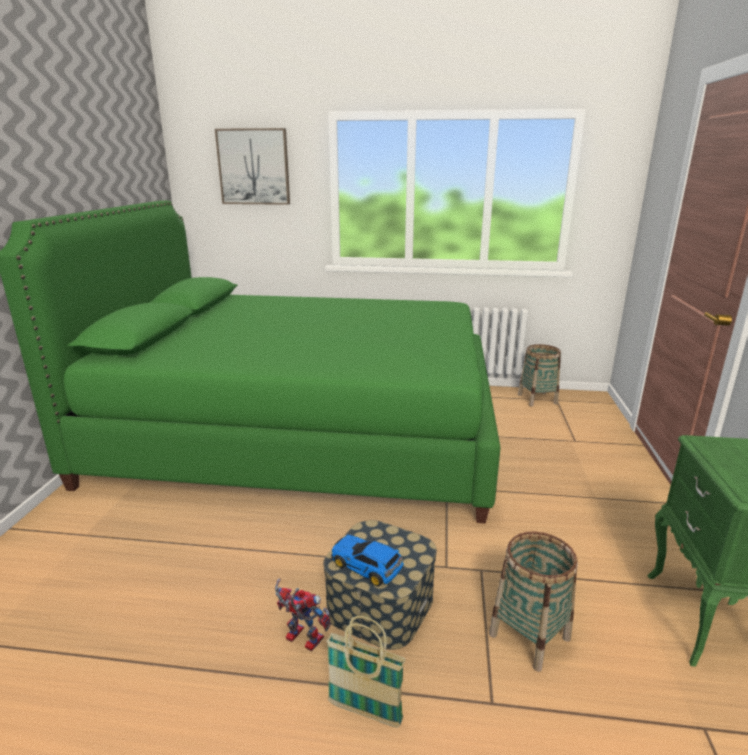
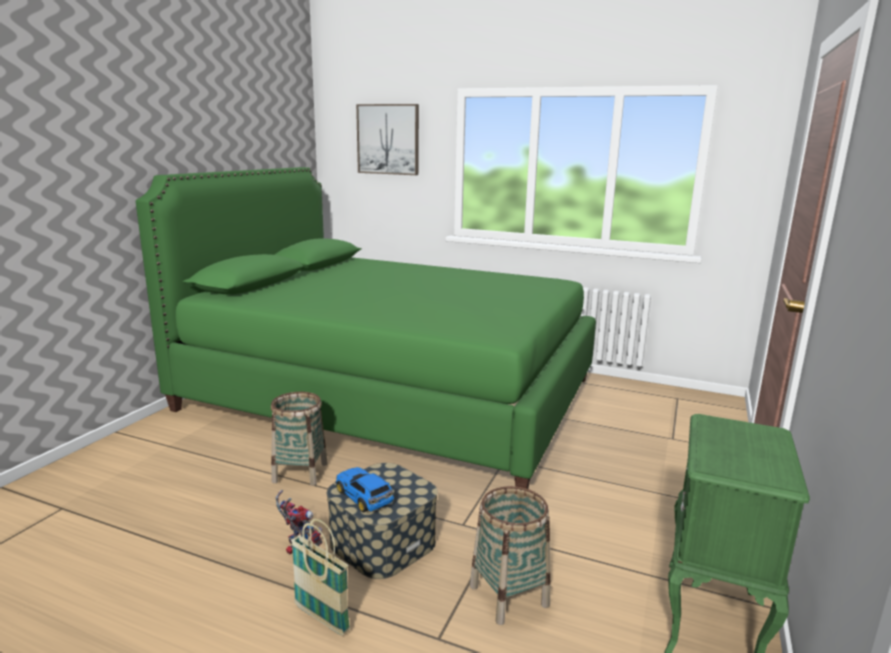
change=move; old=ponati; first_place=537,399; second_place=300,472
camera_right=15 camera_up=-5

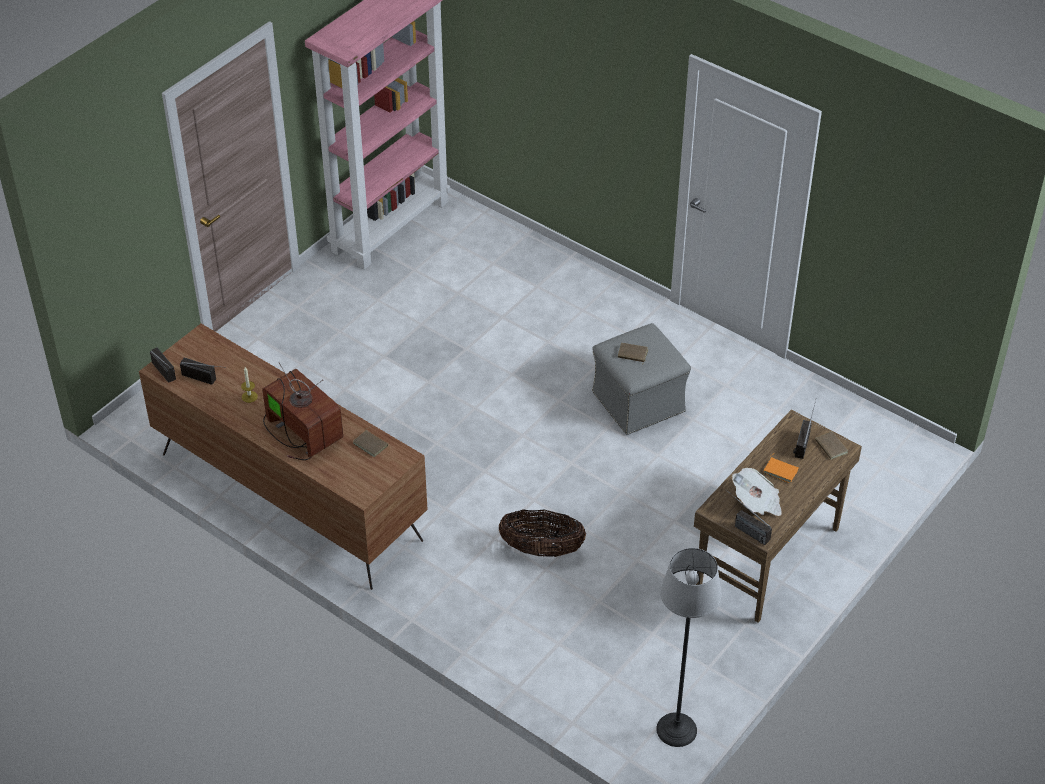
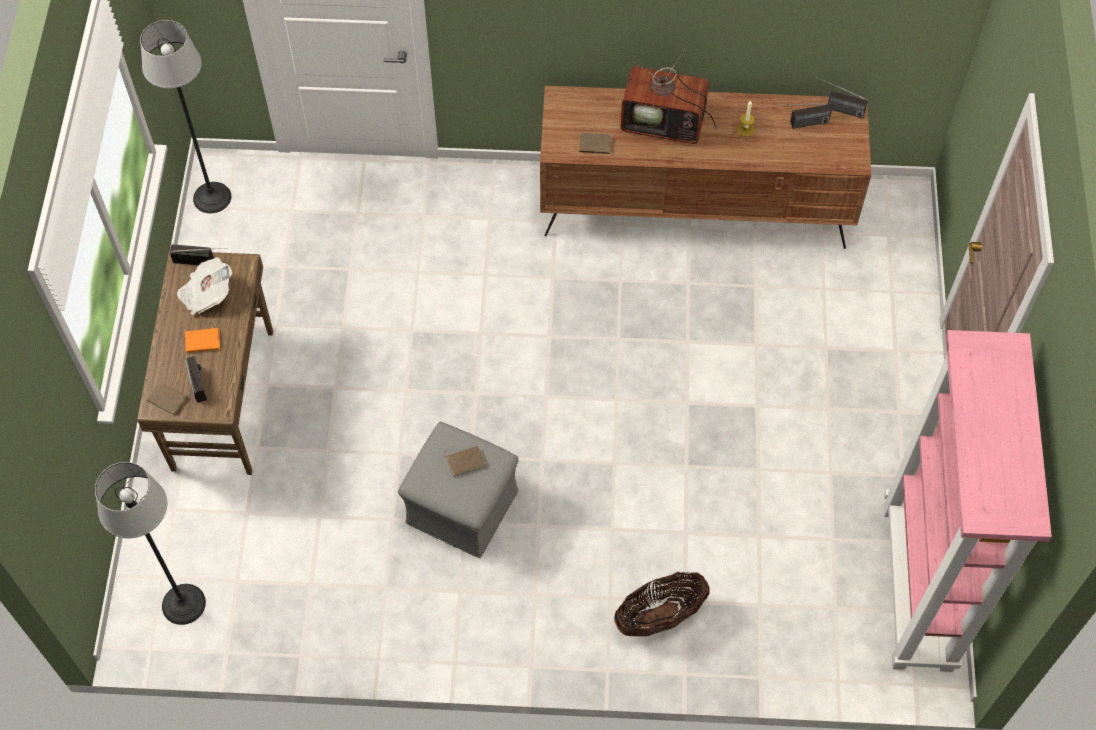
change=insert; new=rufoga; second_place=184,604
change=move; old=ponati; first_place=542,549; second_place=659,616
camera_right=145 camera_up=15

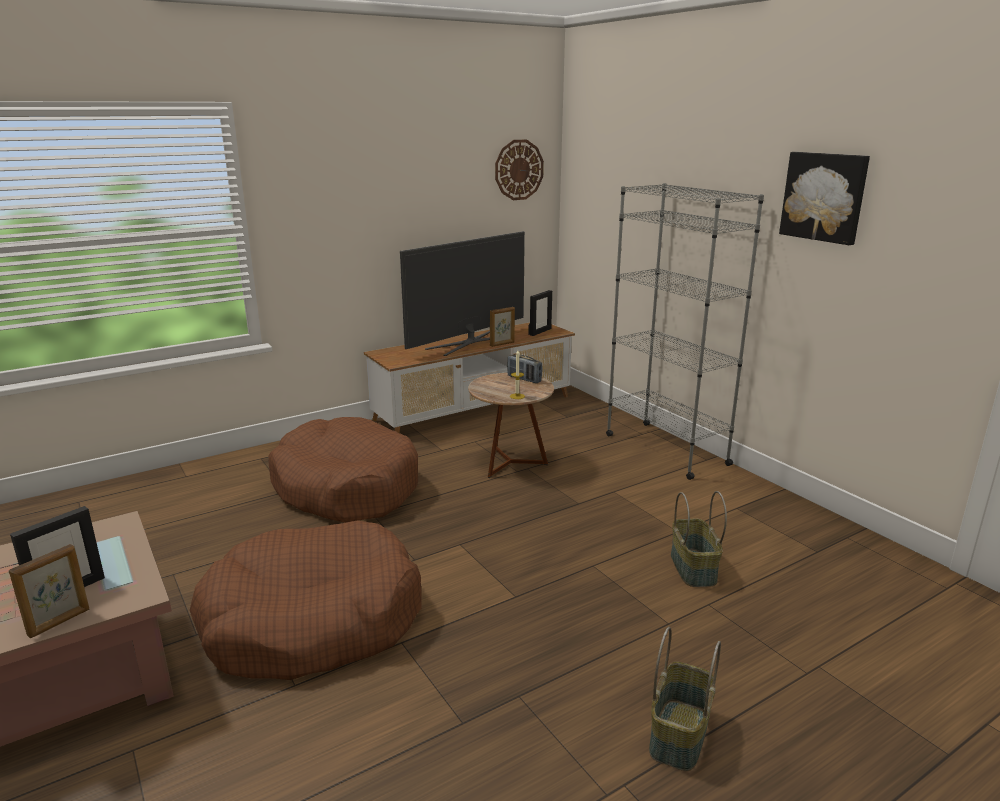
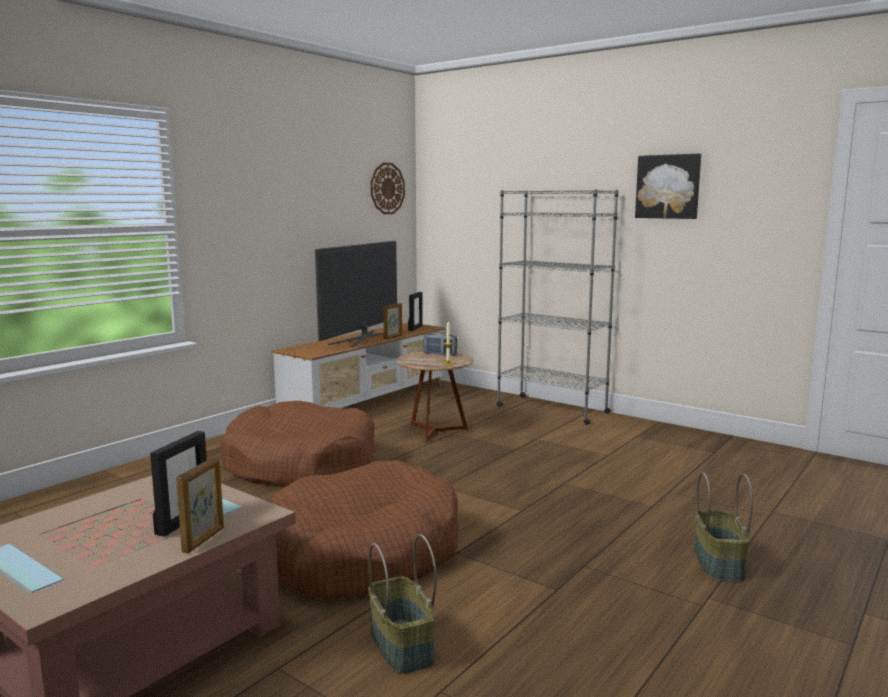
change=move; old=ponati; first_place=692,568; second_place=400,646
camera_right=-20 camera_up=-10

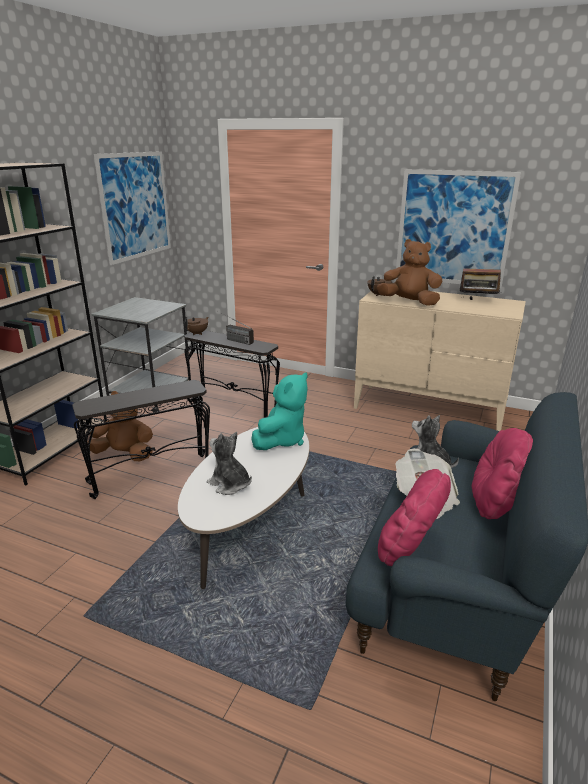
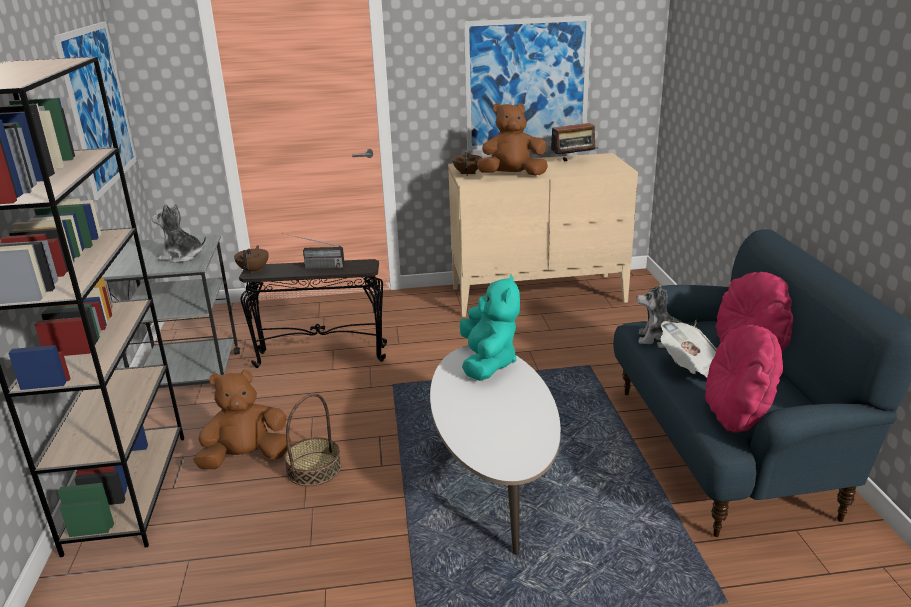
change=move; old=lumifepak; first_place=229,484; second_place=182,256
change=replace; old=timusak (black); new=ponati; first_place=151,476; second_place=314,468
camera_right=-30 camera_up=0

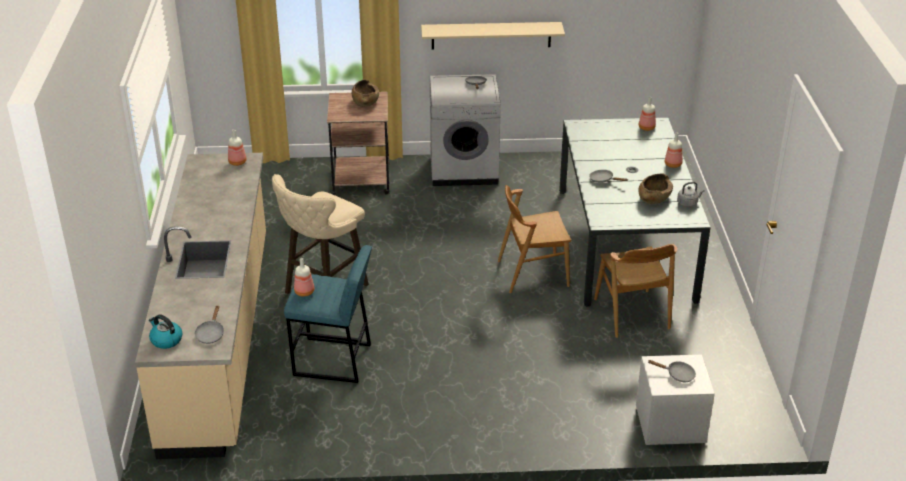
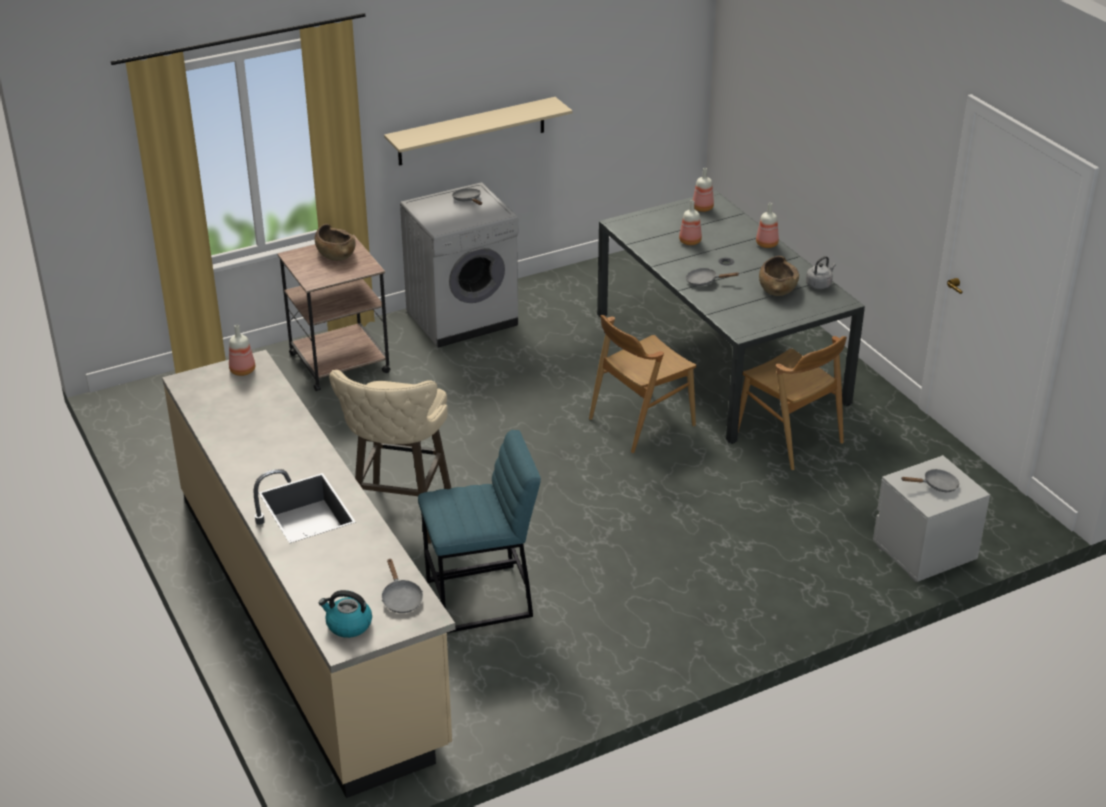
change=move; old=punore; first_place=304,291; second_place=689,241
camera_right=-25 camera_up=0

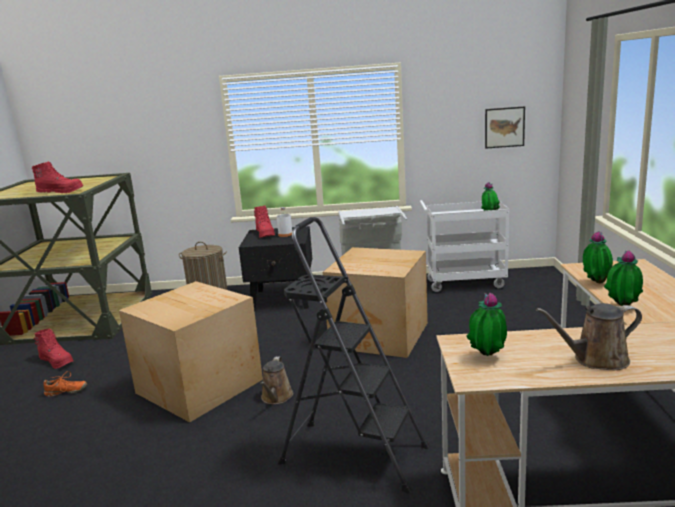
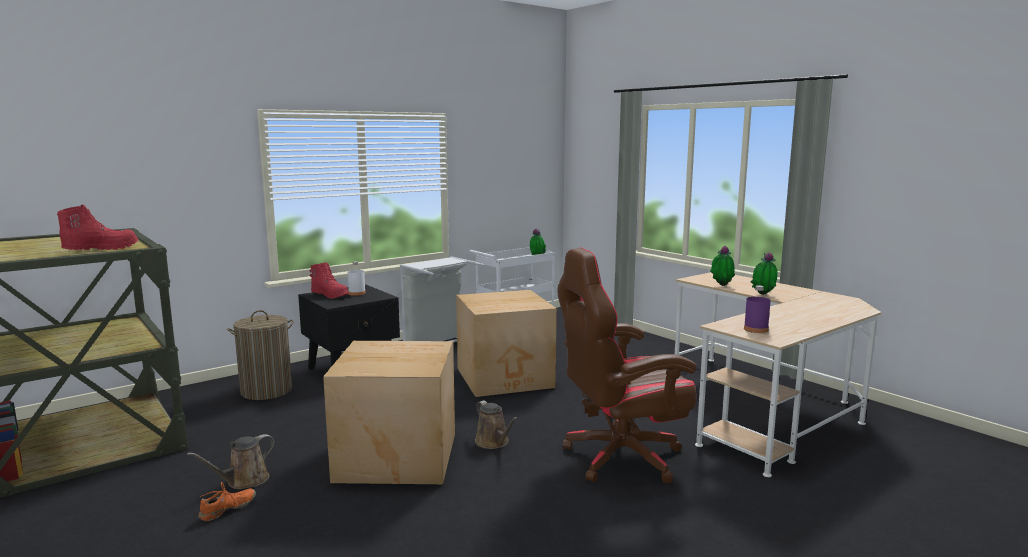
change=delete; old=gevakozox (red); first_place=57,362
change=delete; old=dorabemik; first_place=504,127
change=move; old=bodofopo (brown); first_place=596,360; second_place=244,481
change=replace; old=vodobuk; new=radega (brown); first_place=352,453; second_place=622,457
change=replace; old=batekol; new=punore (purple); first_place=487,357; second_place=756,329
camera_right=-40 camera_up=-5

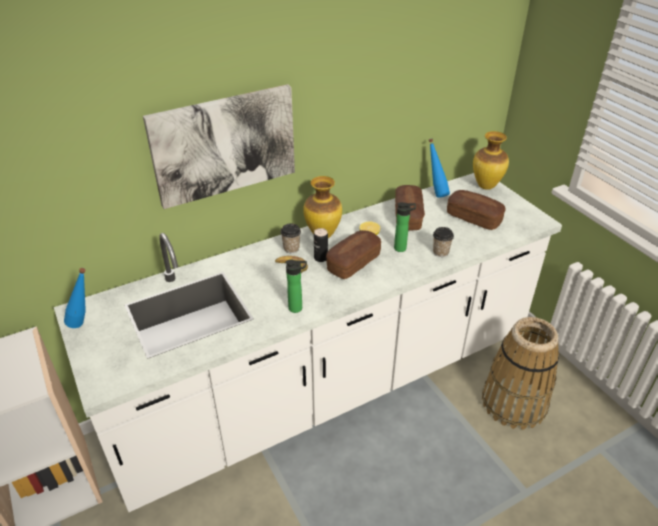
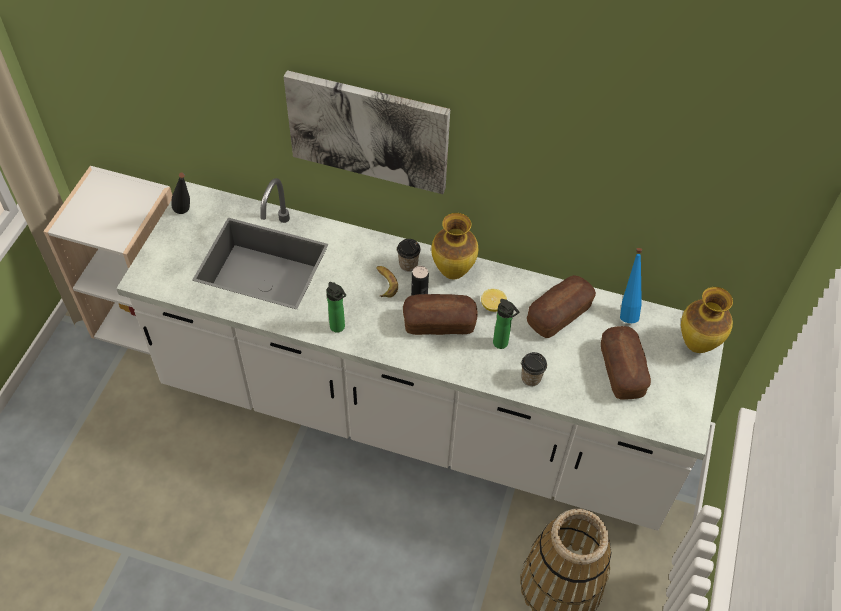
change=recolor; old=punore (blue); new=punore (black); first_place=85,324; second_place=186,214
camera_right=45 camera_up=15

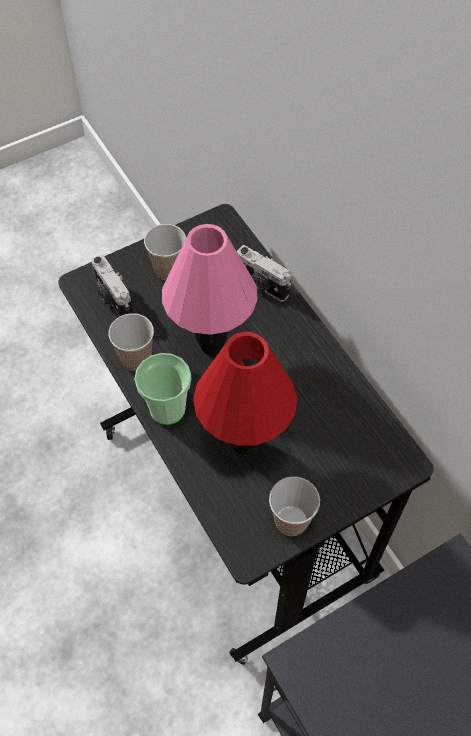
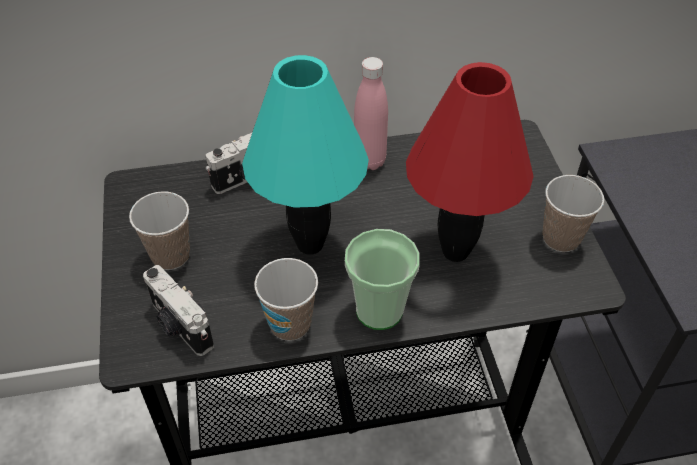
change=insert; new=punore (pink); second_place=369,161
change=recolor; old=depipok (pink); new=depipok (turquoise); first_place=211,348; second_place=311,245
change=rotate; old=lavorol; first_place=113,299; second_place=180,326; degrees=60
camera_right=-70 camera_up=-10

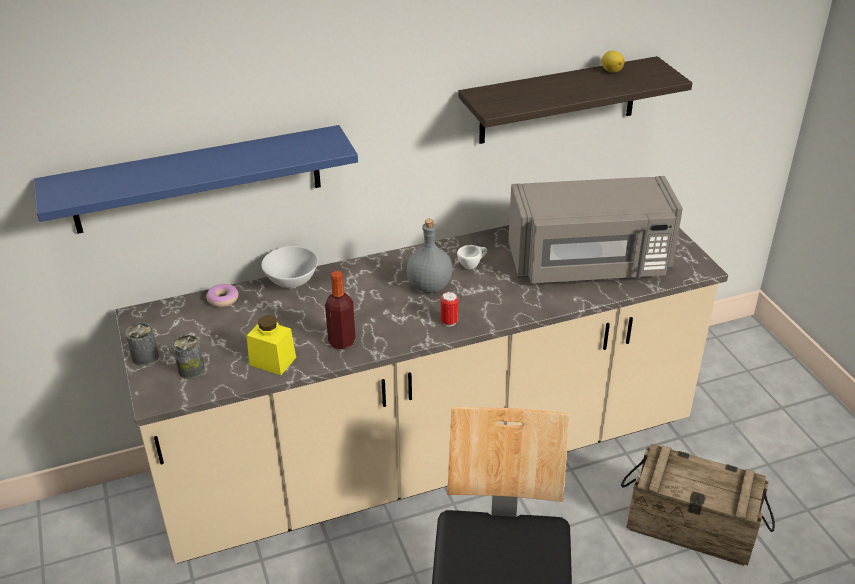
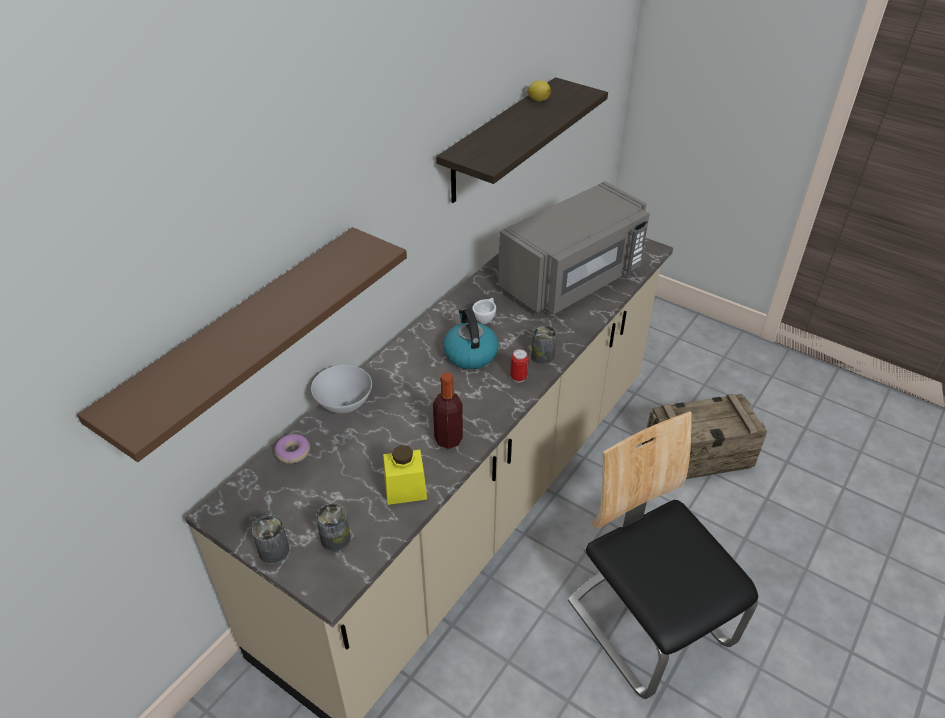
change=insert; new=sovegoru; second_place=542,356
change=replace; old=punore (grey); new=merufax; first_place=429,287; second_place=470,353
change=recolor; old=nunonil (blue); new=nunonil (brown); first_place=197,180; second_place=240,338
camera_right=-35 camera_up=5

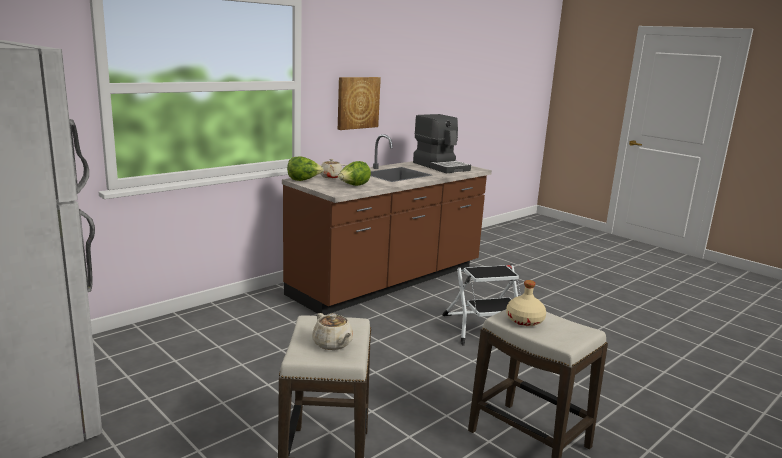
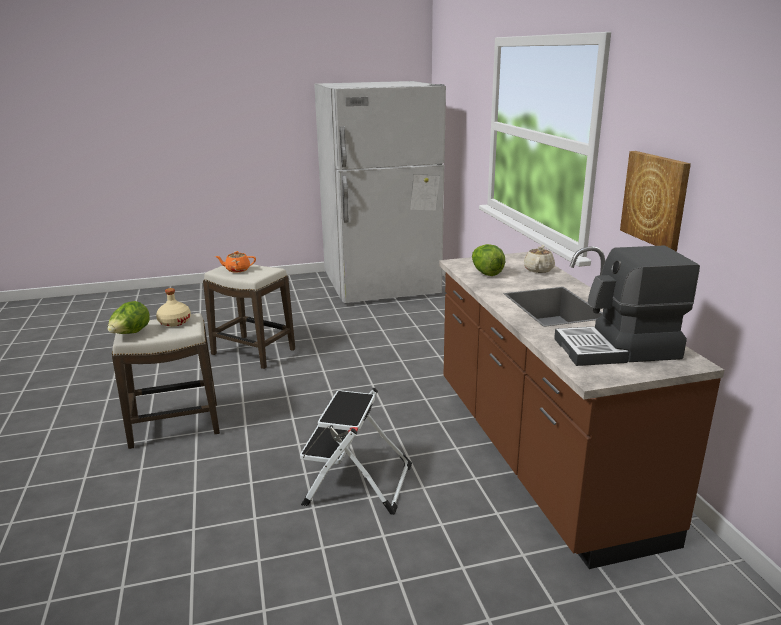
change=move; old=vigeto; first_place=303,180; second_place=130,334
change=recolor; old=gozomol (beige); new=gozomol (orange); first_place=332,344; second_place=237,270
camera_right=120 camera_up=5

